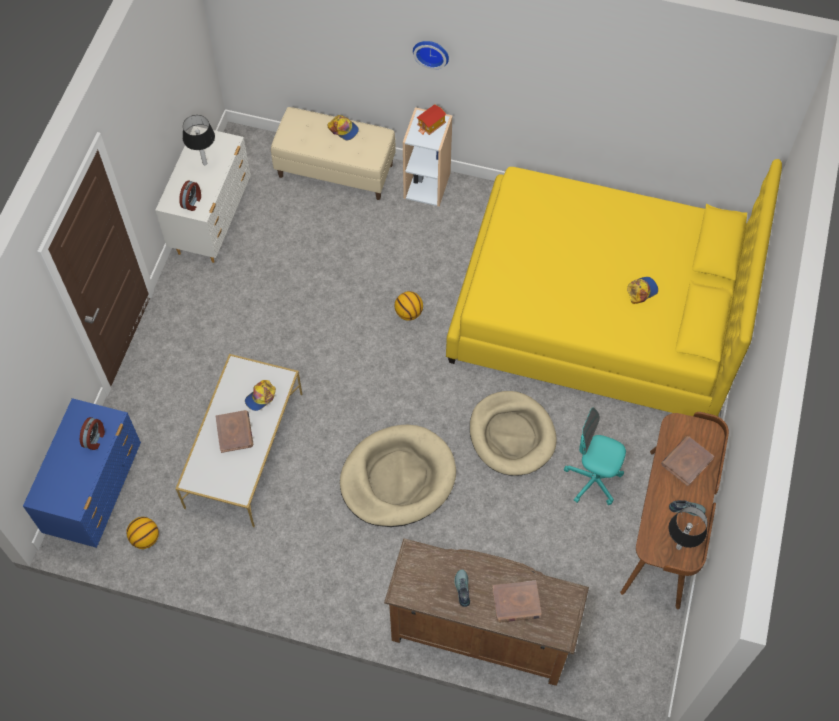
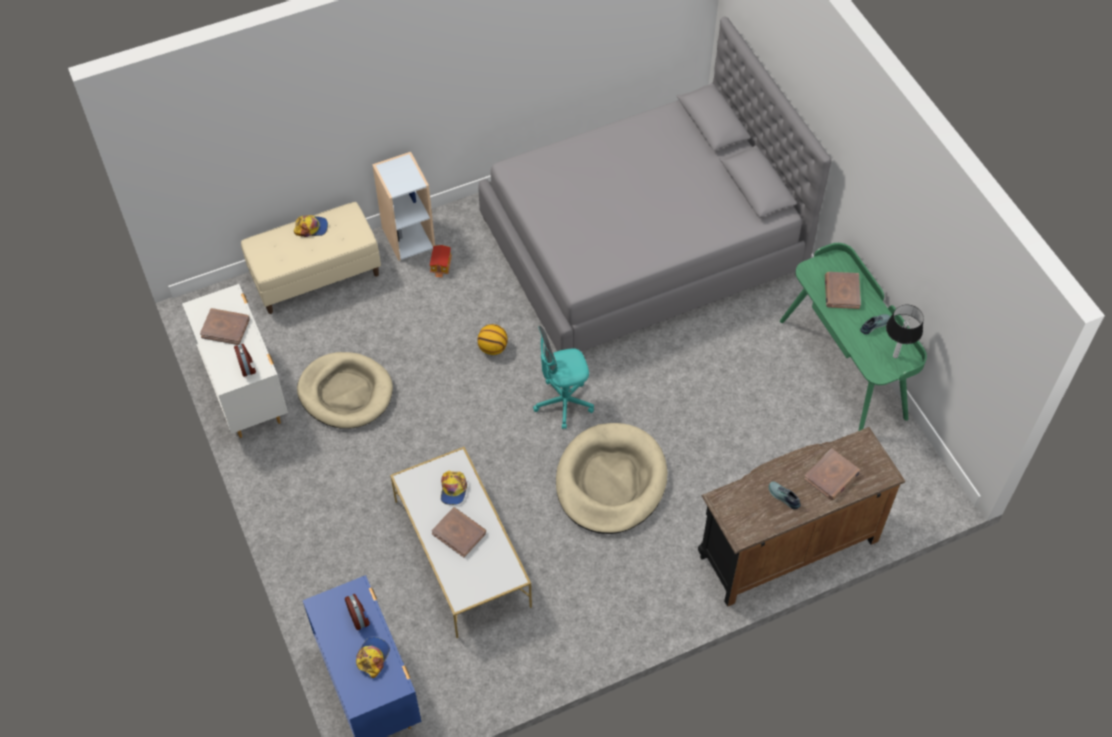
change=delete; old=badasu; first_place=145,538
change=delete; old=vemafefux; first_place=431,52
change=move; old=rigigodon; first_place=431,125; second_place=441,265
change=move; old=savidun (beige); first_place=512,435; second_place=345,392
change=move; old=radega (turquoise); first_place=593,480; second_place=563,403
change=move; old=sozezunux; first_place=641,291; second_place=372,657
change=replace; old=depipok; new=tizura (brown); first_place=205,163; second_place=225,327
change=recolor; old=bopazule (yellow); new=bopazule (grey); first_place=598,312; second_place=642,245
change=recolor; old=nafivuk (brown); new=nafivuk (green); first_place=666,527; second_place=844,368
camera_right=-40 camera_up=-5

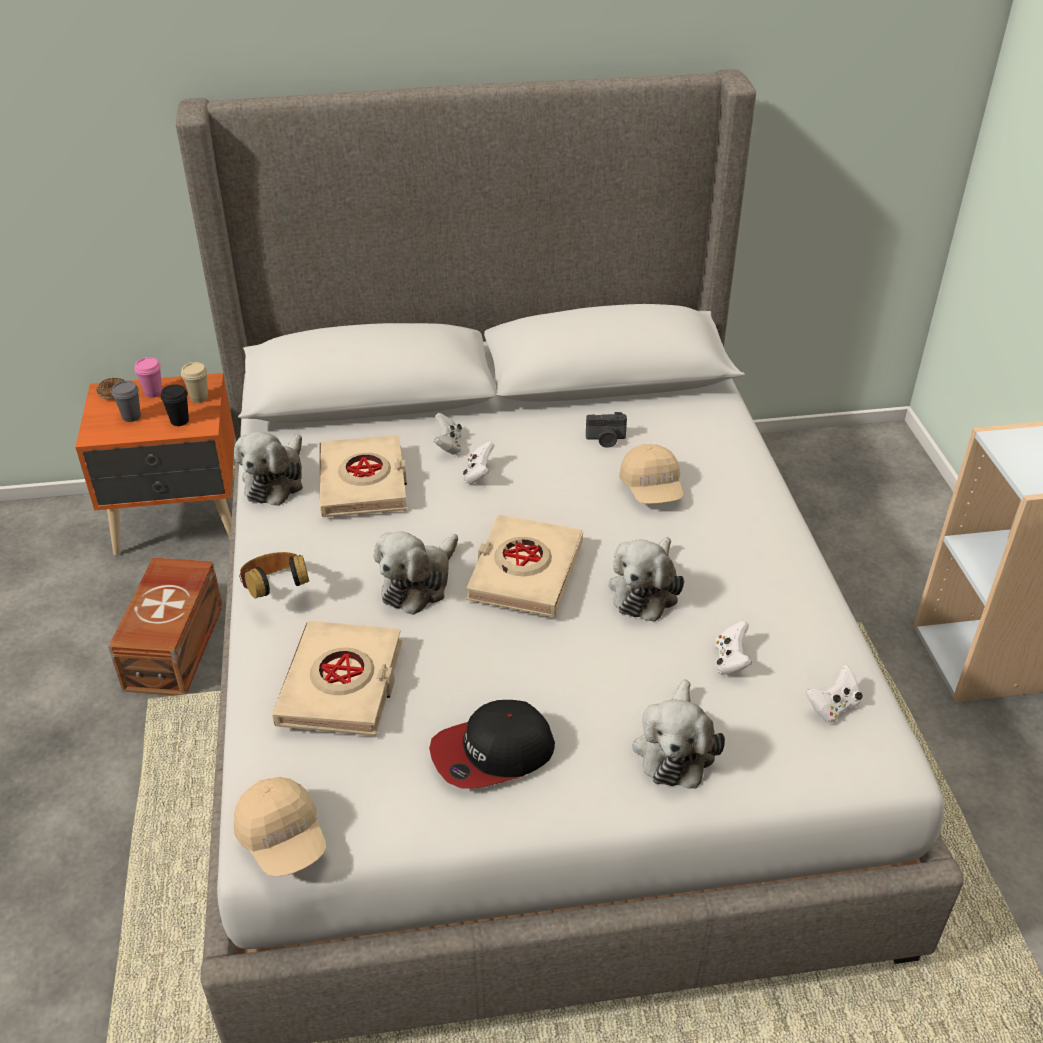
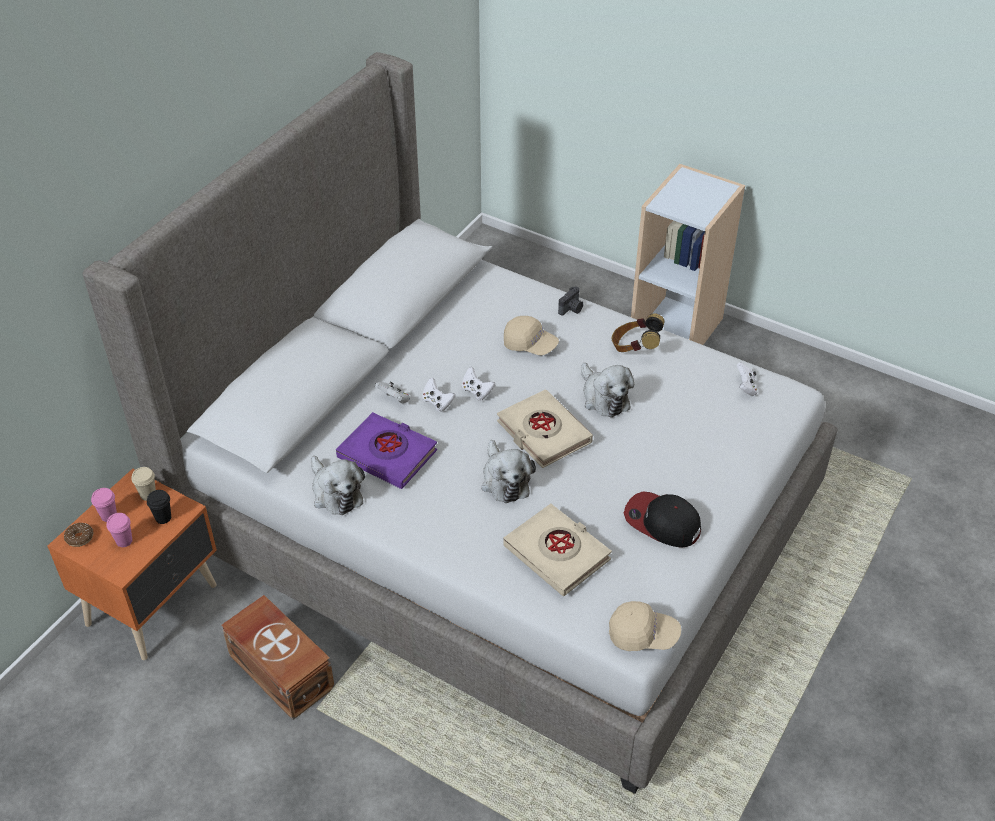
change=delete; old=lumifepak; first_place=675,748
change=move; old=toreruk; first_place=276,591; second_place=635,348
change=move; old=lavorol; first_place=606,440; second_place=571,309
change=move; old=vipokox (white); first_place=730,661; second_place=477,392
change=recolor; old=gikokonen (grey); new=gikokonen (pink); first_place=131,417; second_place=124,541
change=recolor; old=tizura (beige); new=tizura (purple); first_place=364,483; second_place=387,454
change=rotate; old=sozezunux; first_place=492,753; second_place=662,522; degrees=105
camera_right=-50 camera_up=5

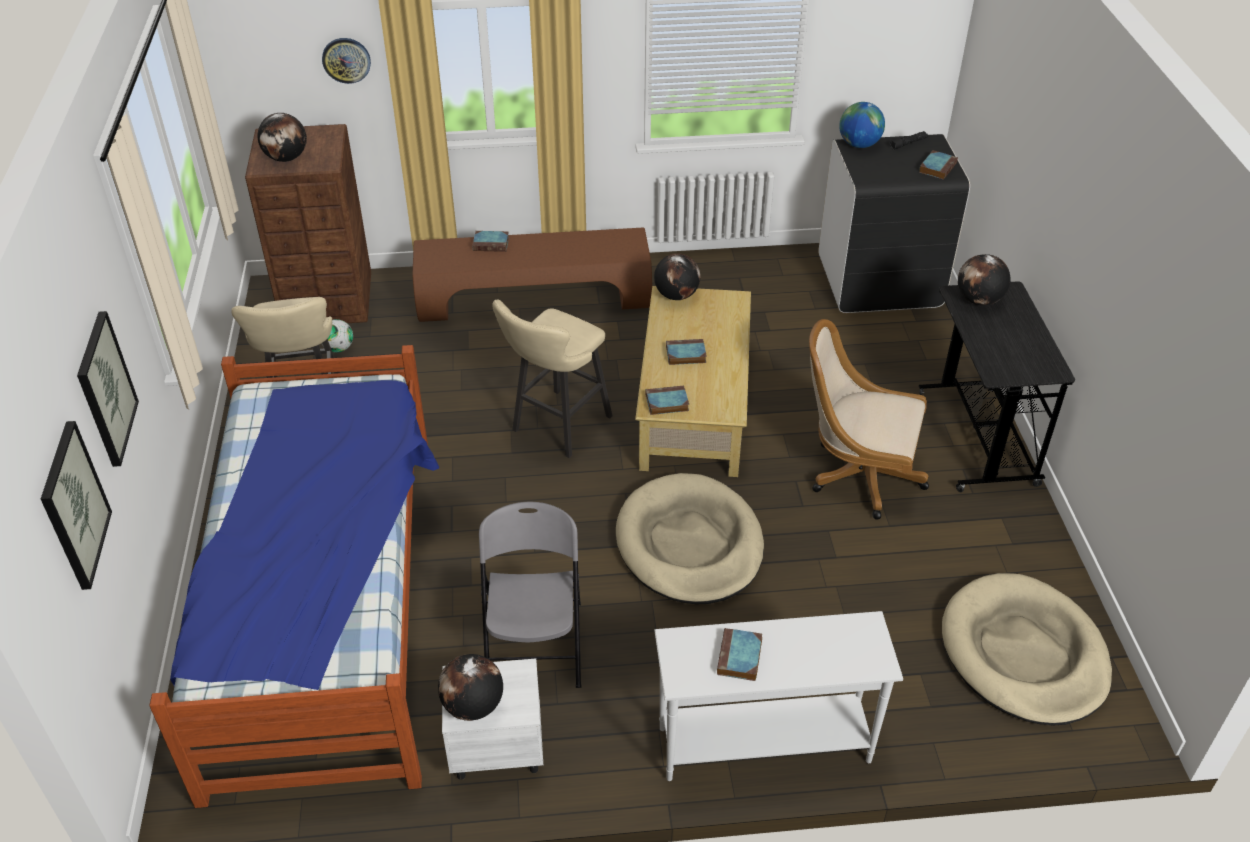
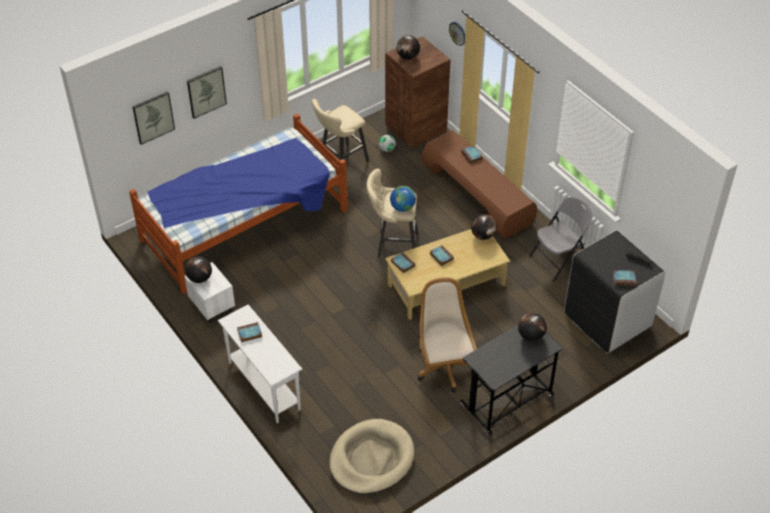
change=delete; old=savidun (beige); first_place=689,544
change=move; old=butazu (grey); first_place=535,645; second_place=559,260
change=move; old=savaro; first_place=859,145; second_place=402,207
camera_right=60 camera_up=5

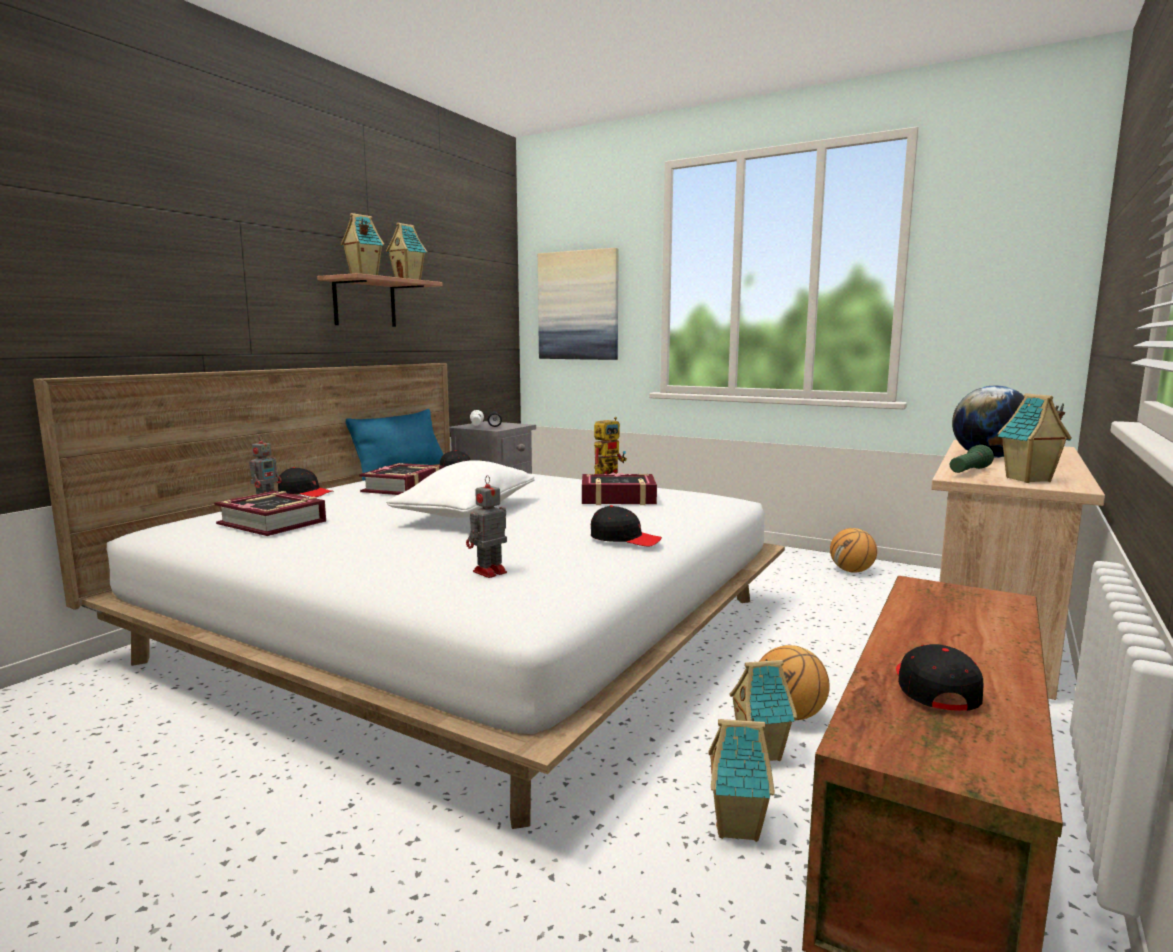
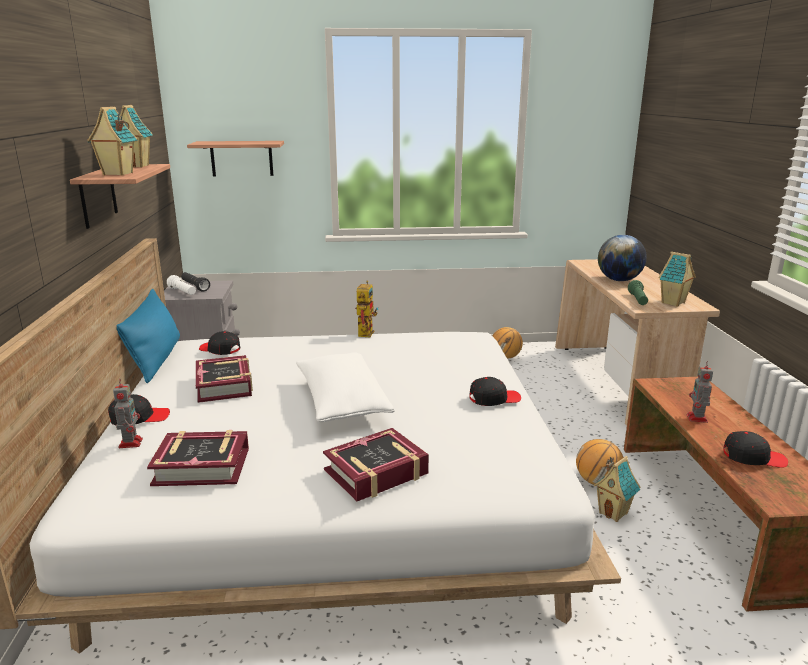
change=delete; old=rigigodon; first_place=739,827
change=move; old=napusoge; first_place=488,572; second_place=697,419
change=move; old=tizura; first_place=618,498; second_place=376,472
change=replace; old=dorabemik; new=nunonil; first_place=578,305; second_place=241,158
change=rotate; old=sozezunux (black); first_place=934,688; second_place=753,457; degrees=120
camera_right=-35 camera_up=10

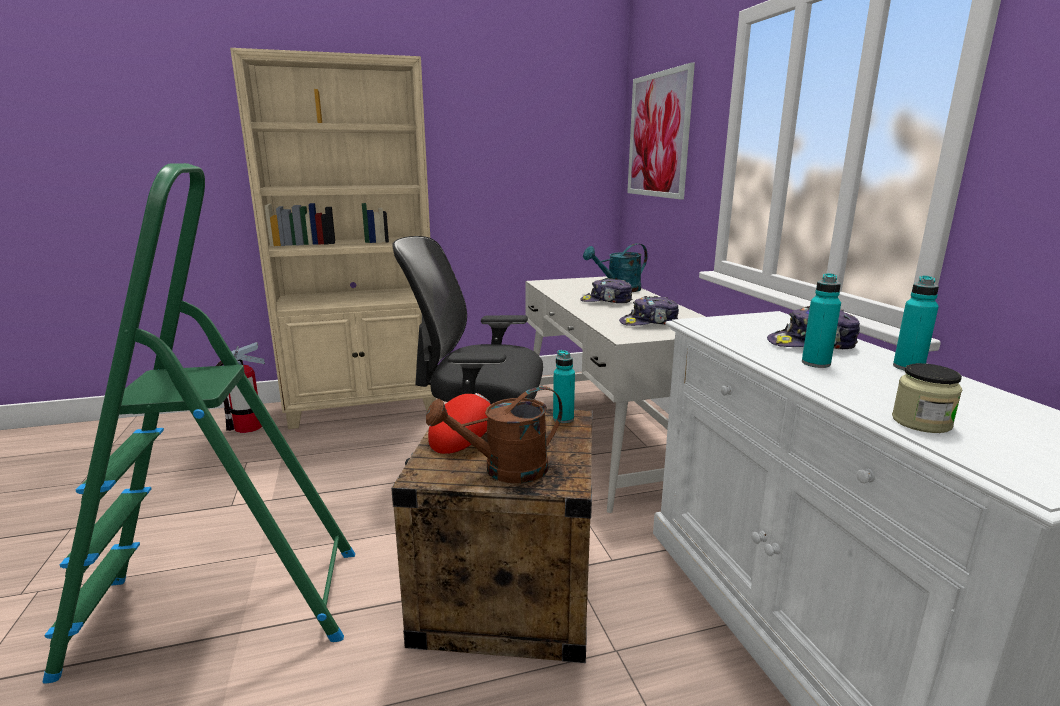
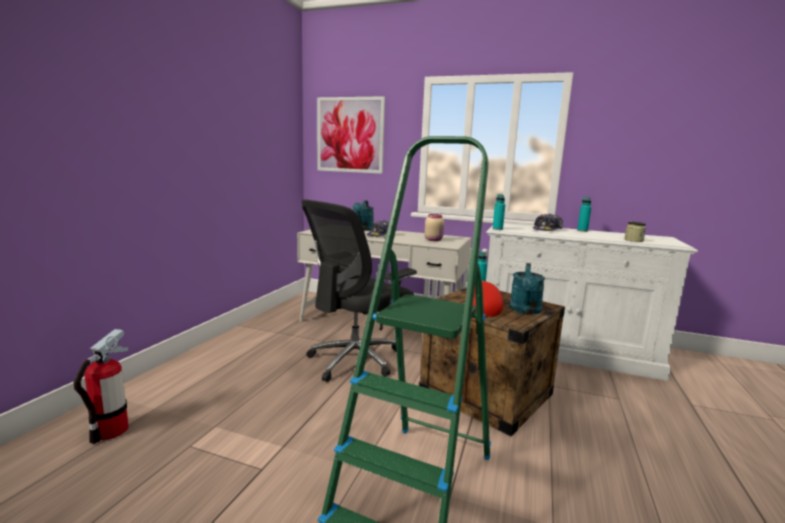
change=delete; old=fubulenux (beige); first_place=365,407
change=move; old=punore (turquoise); first_place=815,363; second_place=497,229
change=replace; old=sozezunux; new=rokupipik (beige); first_place=649,323; second_place=434,240
change=recolor; old=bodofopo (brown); new=bodofopo (turquoise); first_place=504,470; second_place=525,311
camera_right=-55 camera_up=-5

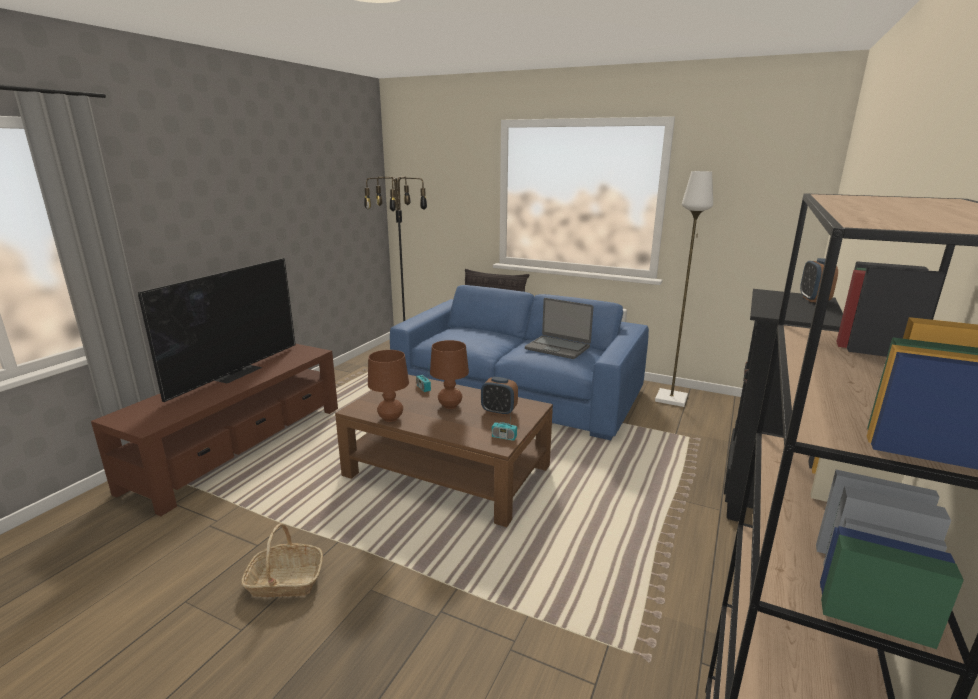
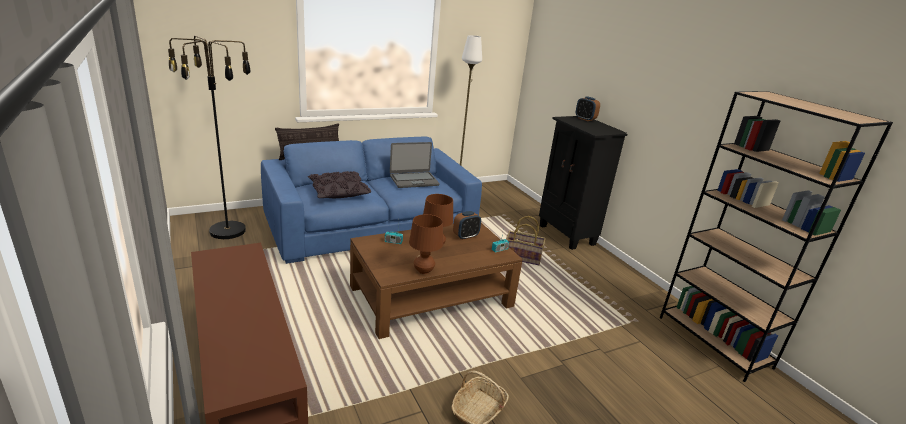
change=delete; old=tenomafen; first_place=237,372
change=insert; new=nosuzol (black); second_place=339,192
change=insert; new=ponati; second_place=522,257
camera_right=-55 camera_up=5

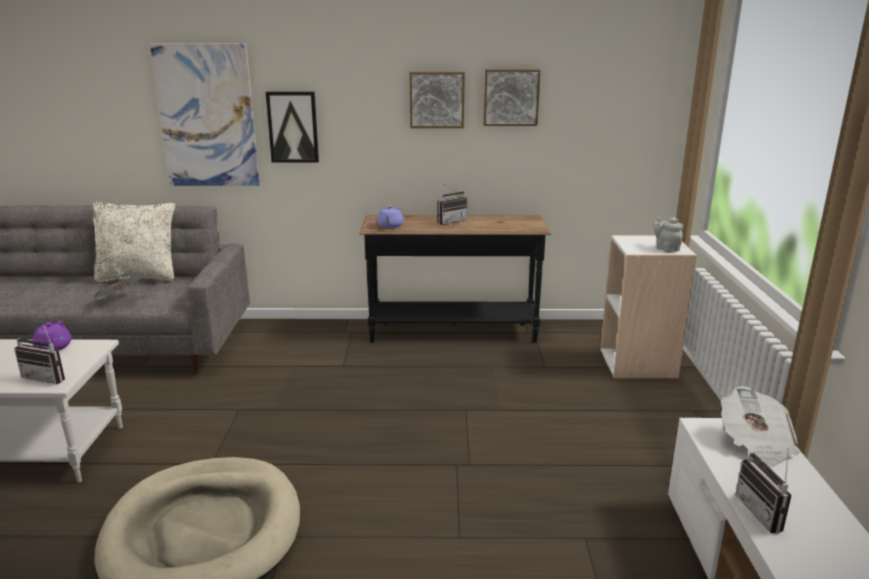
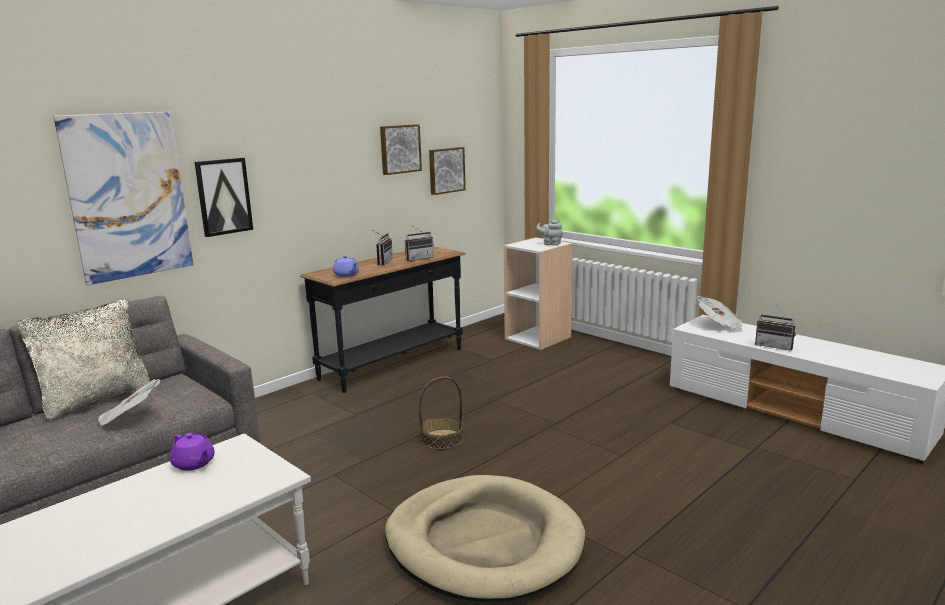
change=insert; new=ponati; second_place=442,439
change=move; old=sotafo; first_place=48,377; second_place=418,258
change=move; old=dorabemik; first_place=437,99; second_place=446,170
camera_right=-45 camera_up=-5

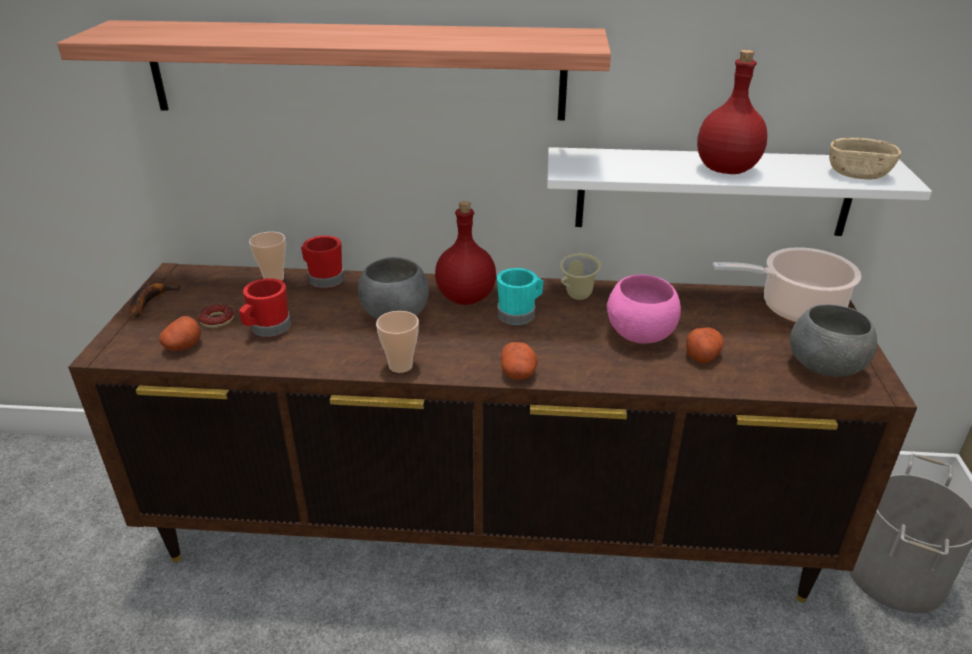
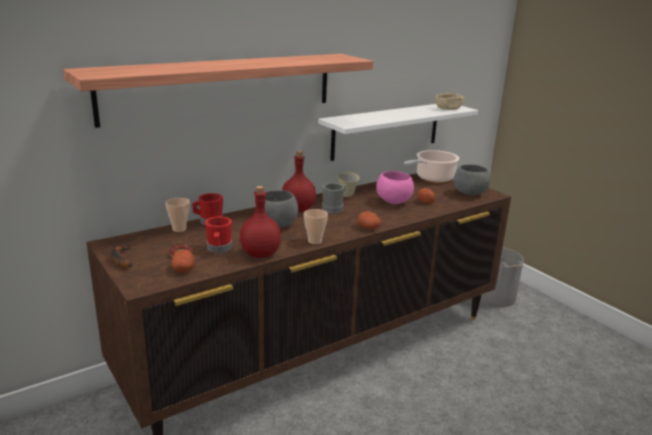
change=move; old=punore (red); first_place=725,169; second_place=259,254
change=recolor; old=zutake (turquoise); new=zutake (grey); first_place=520,314; second_place=333,208
camera_right=-40 camera_up=-10

